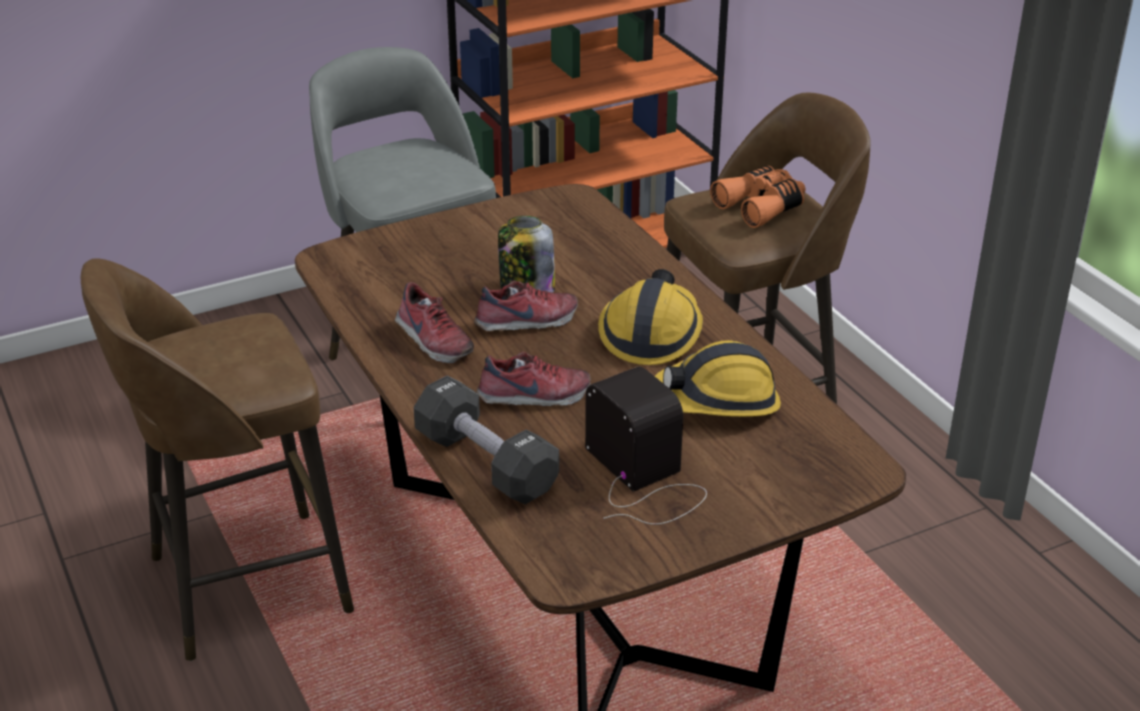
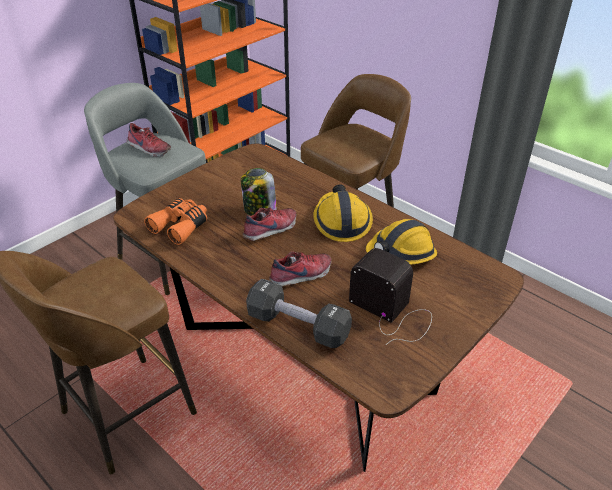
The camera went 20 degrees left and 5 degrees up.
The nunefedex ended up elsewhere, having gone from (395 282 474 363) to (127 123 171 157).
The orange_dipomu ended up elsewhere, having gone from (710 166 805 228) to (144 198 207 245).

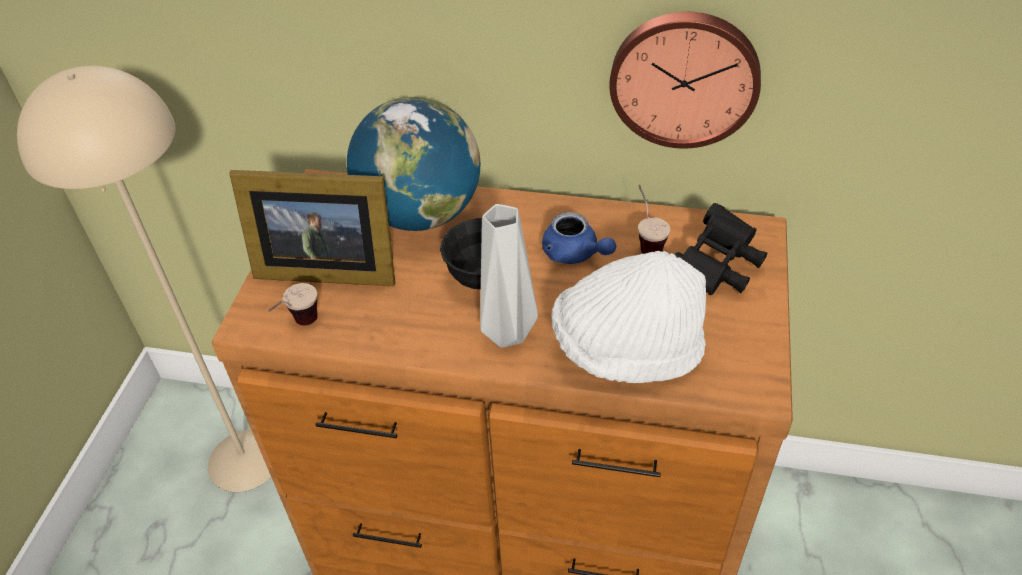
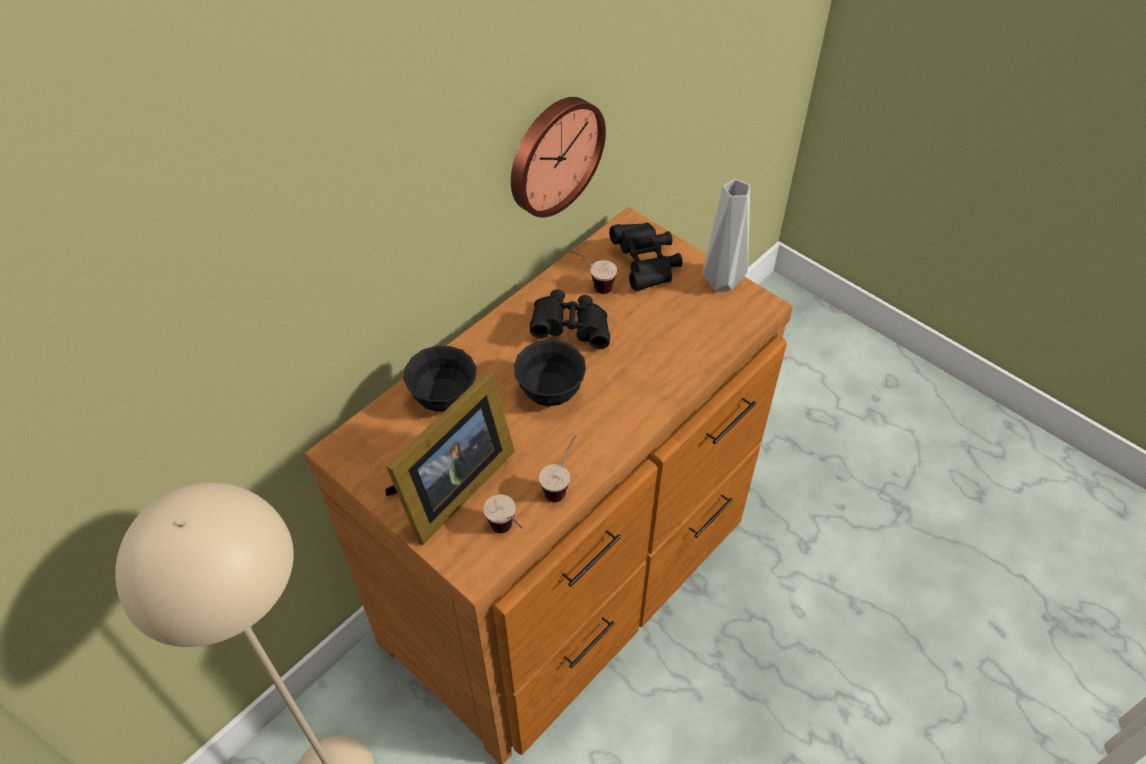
The camera went 60 degrees left and 5 degrees up.
Where the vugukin stood at (347 97 480 231), the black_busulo came to stand at (403 346 477 412).
The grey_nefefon ended up elsewhere, having gone from (480 204 538 348) to (703 179 750 291).
Where the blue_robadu stood at (542 212 616 264), the black_dipomu came to stand at (530 289 610 349).
The second view lost the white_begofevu at (552 251 706 383).
The second view gained the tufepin at (539 435 576 502).

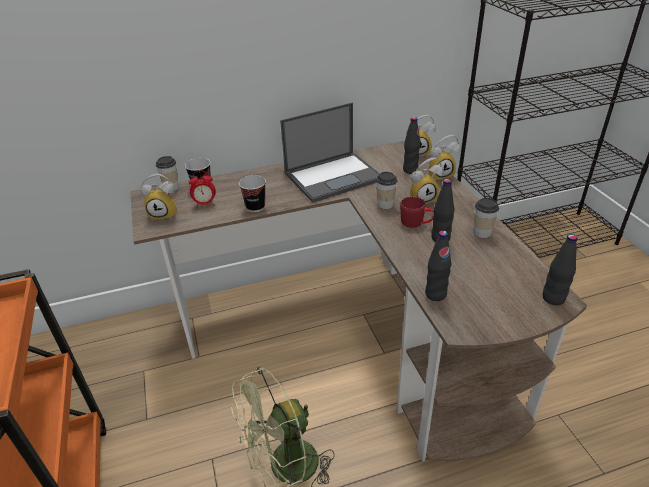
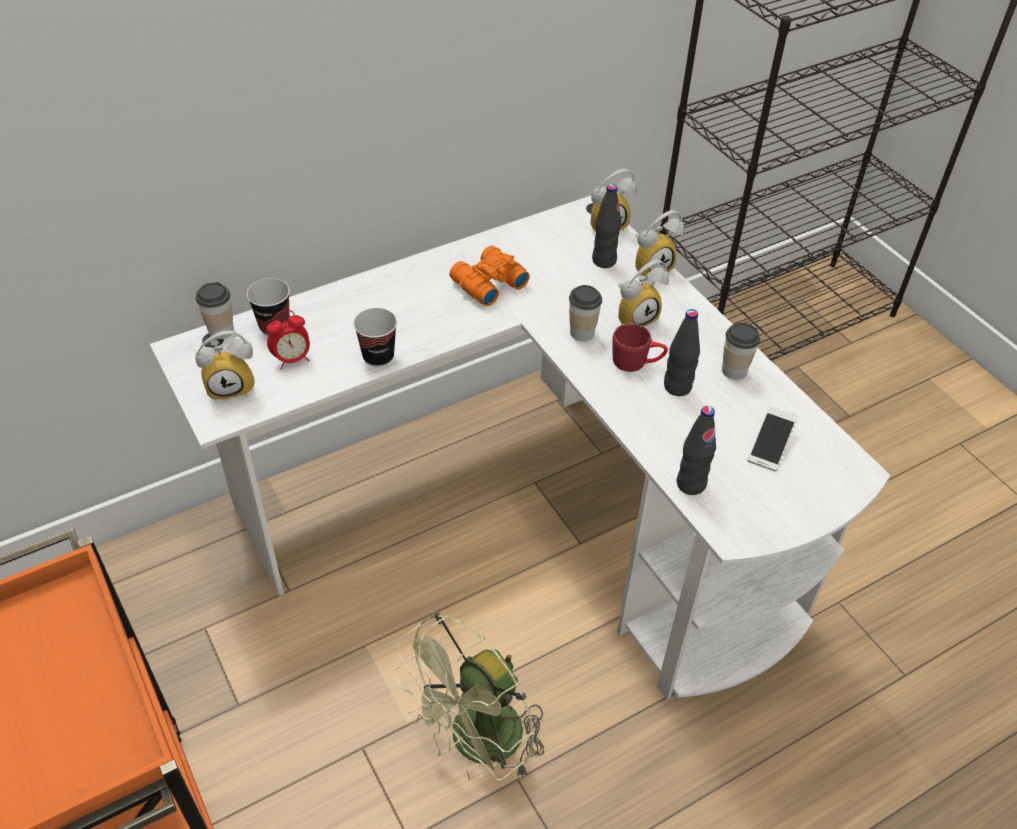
The camera went 15 degrees left and 10 degrees up.
What was the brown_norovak at (130 141 587 462) turned into the white_norovak at (150 196 890 700).
Where the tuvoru stood at (280 102 380 203), the orange_dipomu came to stand at (449 246 530 306).
The second view lost the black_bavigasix at (543 234 578 305).
The second view gained the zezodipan at (748 406 798 471).

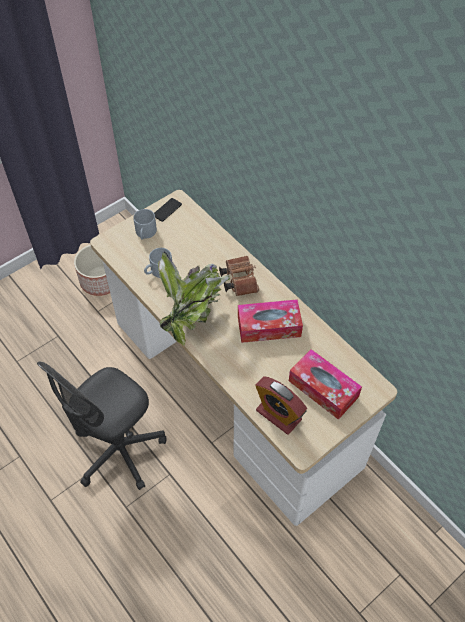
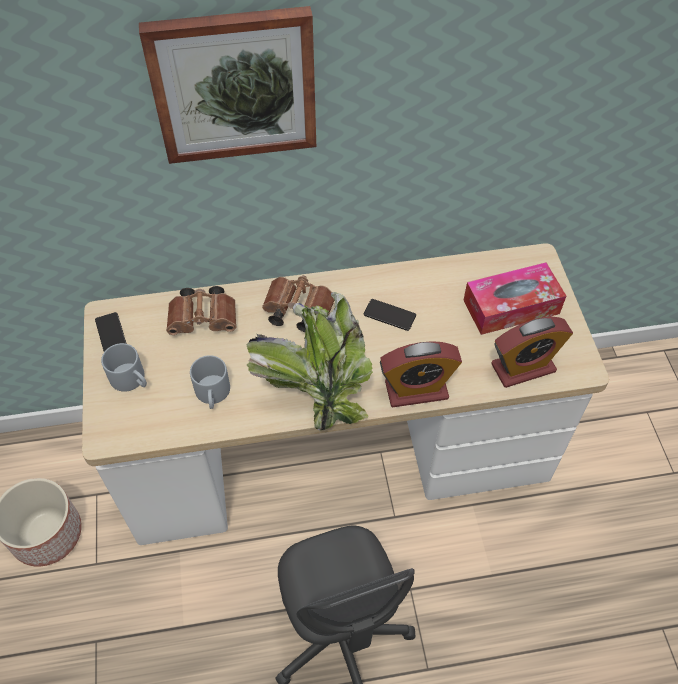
The camera went 60 degrees left and 0 degrees up.
Where the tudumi stood at (238 299 303 343), the zezodipan came to stand at (364 299 416 331).
The second view gained the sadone at (139 6 316 164).
The second view gained the brown_dipomu at (166 286 236 335).
The second view gained the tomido at (380 341 462 407).

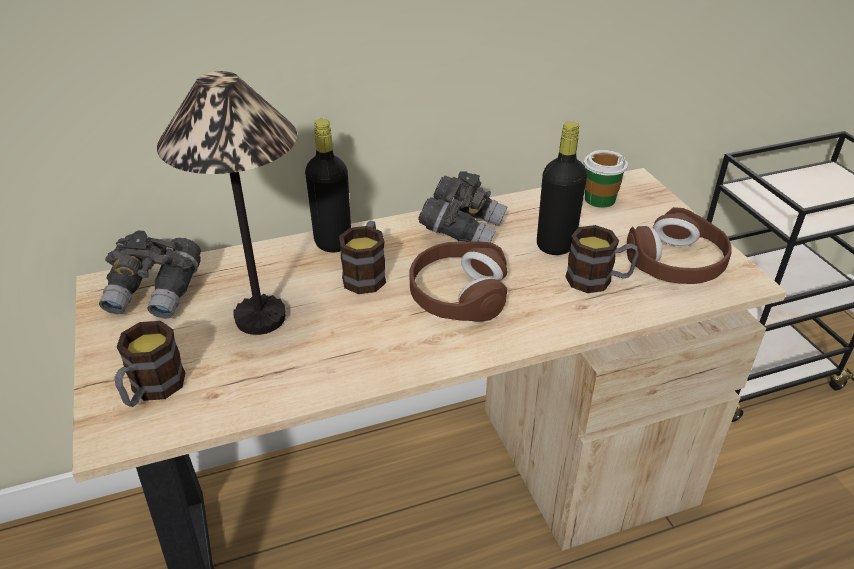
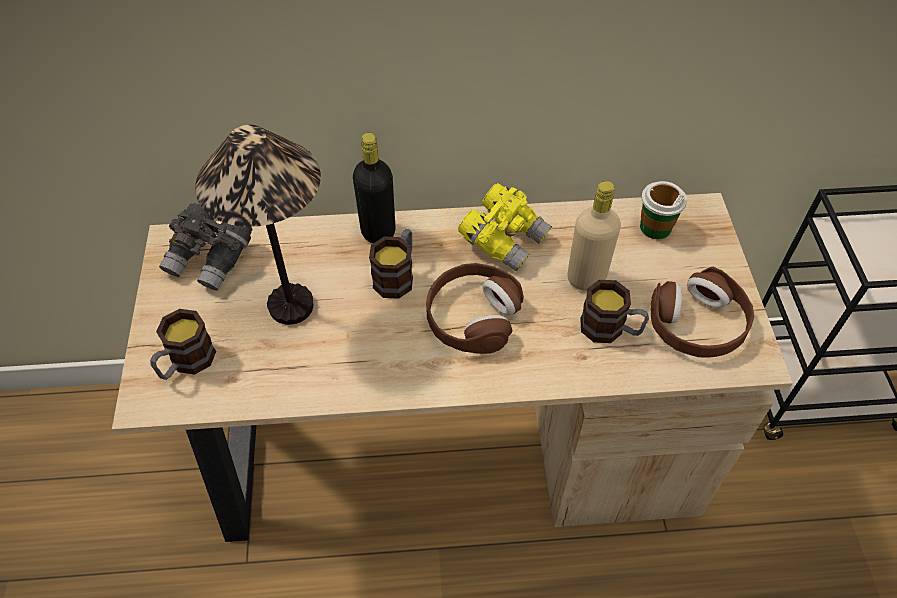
The camera went 15 degrees right and 15 degrees up.
What was the grey_dipomu at (418 171 507 242) turned into the yellow_dipomu at (458 183 552 271).
What was the black_bavigasix at (537 121 587 255) turned into the beige_bavigasix at (567 181 621 291).

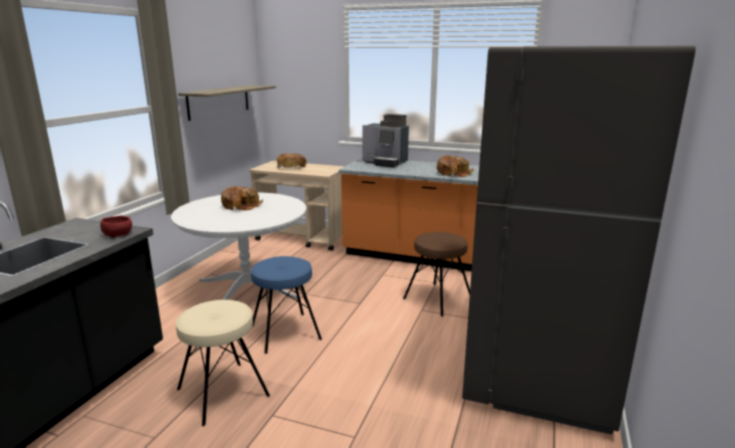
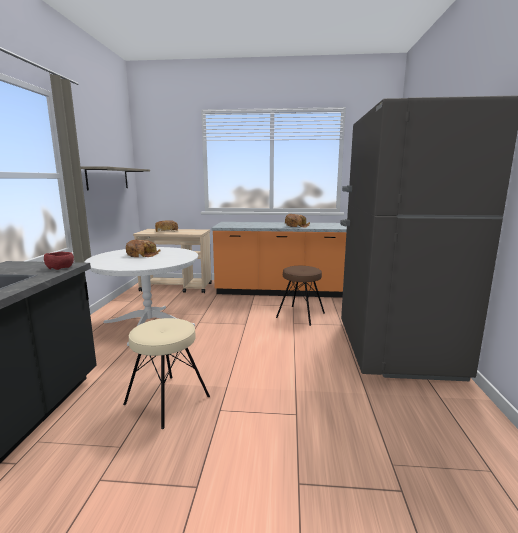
The camera went 15 degrees left and 5 degrees down.
The second view lost the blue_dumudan at (251 256 322 354).
The second view lost the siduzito at (362 114 409 168).

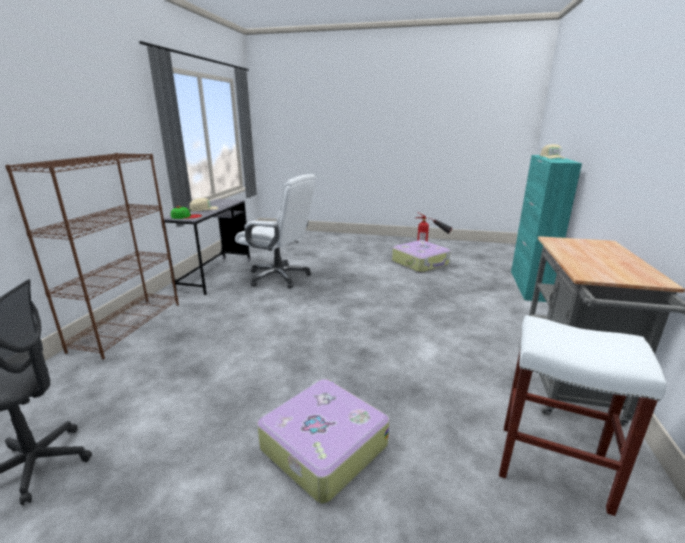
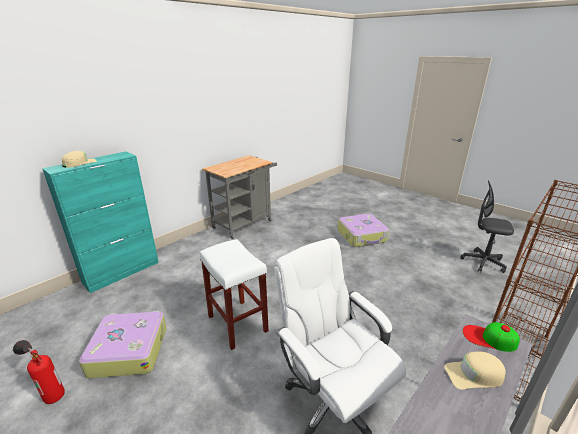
The camera went 150 degrees left and 5 degrees up.
The white_dumudan ended up elsewhere, having gone from (499 315 667 516) to (200 239 269 350).

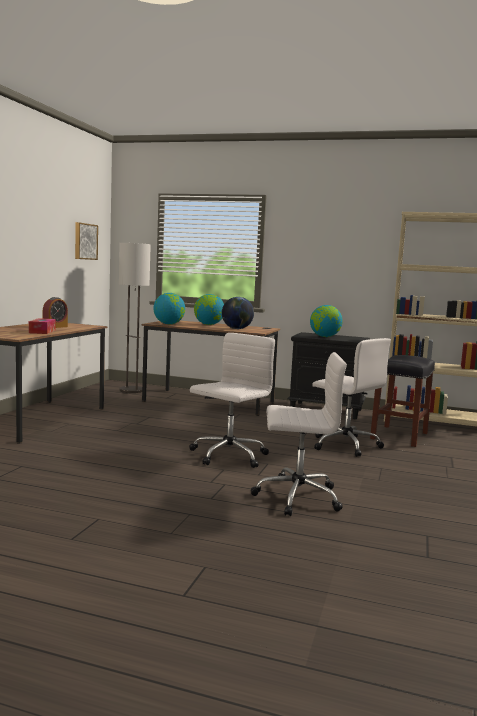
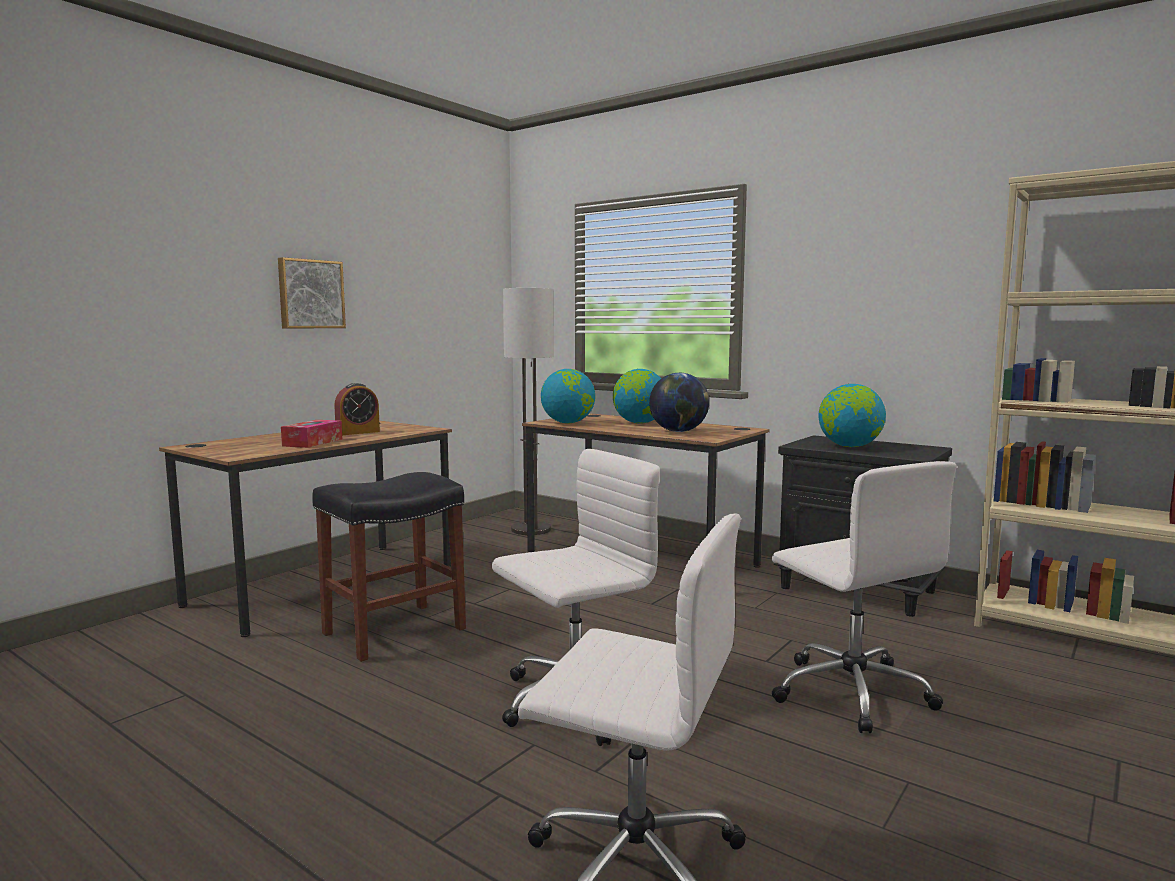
The camera went 20 degrees right and 0 degrees up.
The sadone ended up elsewhere, having gone from (75 222 98 260) to (278 257 346 329).
The black_dumudan ended up elsewhere, having gone from (370 355 435 447) to (312 472 466 662).

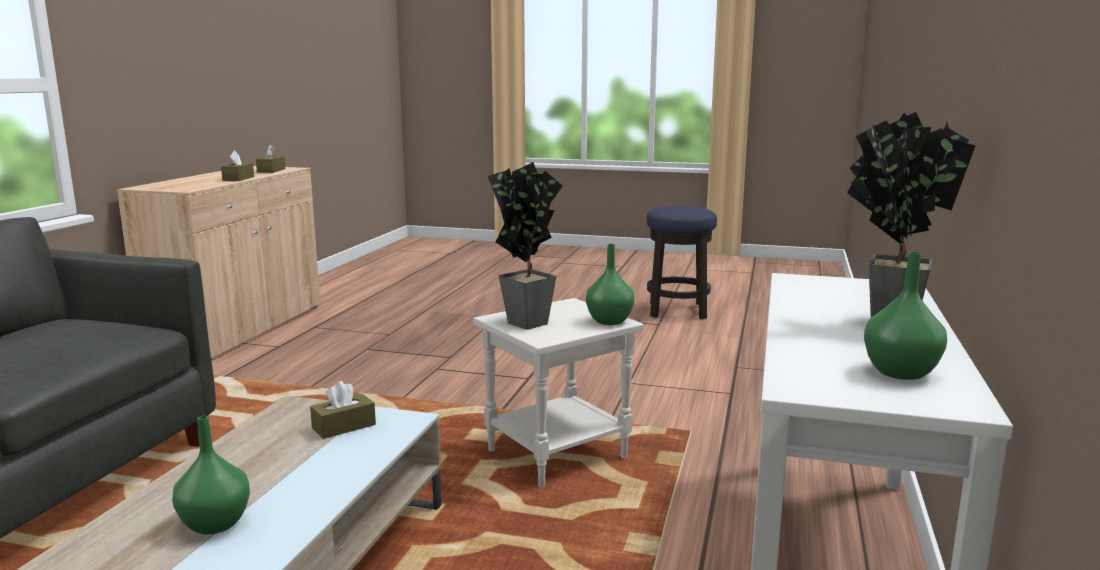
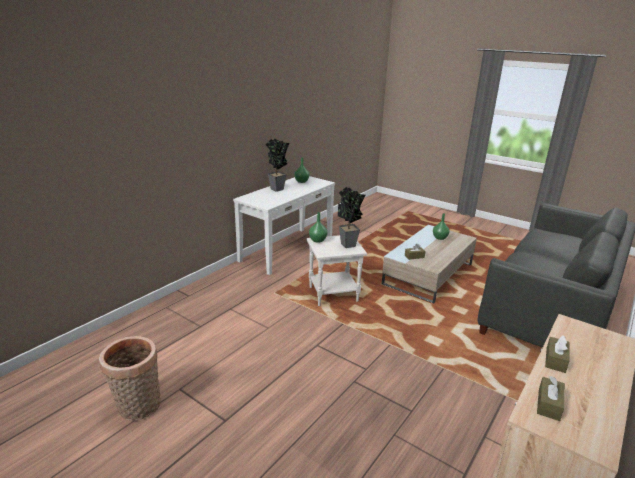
The camera went 160 degrees left and 10 degrees up.
Where the dumudan stood at (647 206 717 319), the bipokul came to stand at (99 336 161 421).

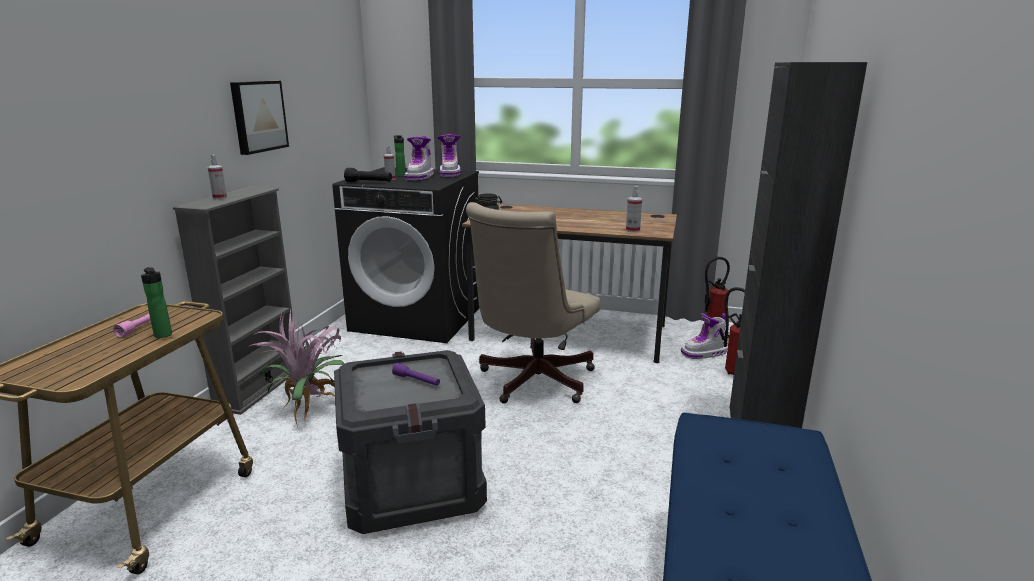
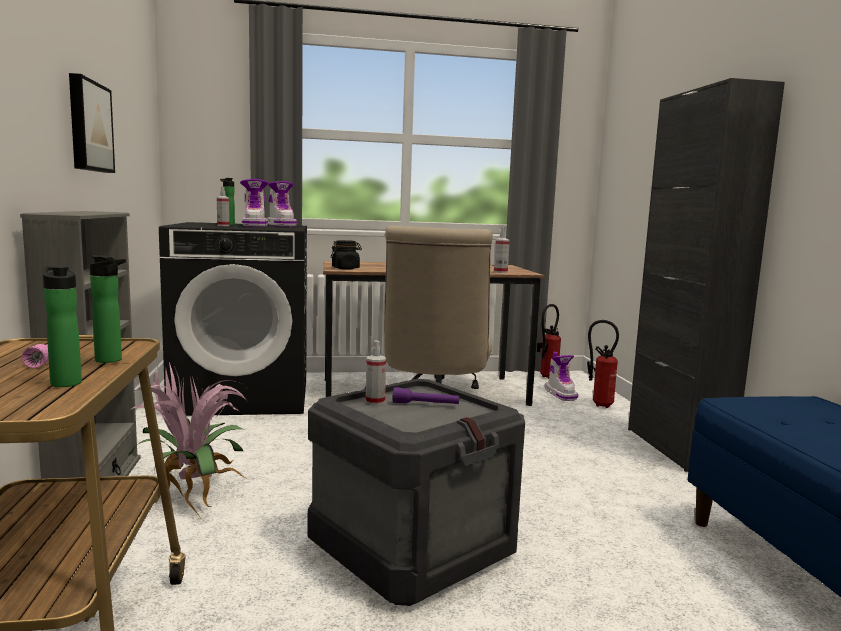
The camera went 25 degrees left and 10 degrees down.
The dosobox ended up elsewhere, having gone from (208 155 227 199) to (365 340 386 405).
The second view lost the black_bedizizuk at (344 168 392 182).
The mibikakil at (681 313 727 359) ended up facing another way, 60 degrees counterclockwise from before.
The second view gained the bavigasix at (43 266 82 387).

